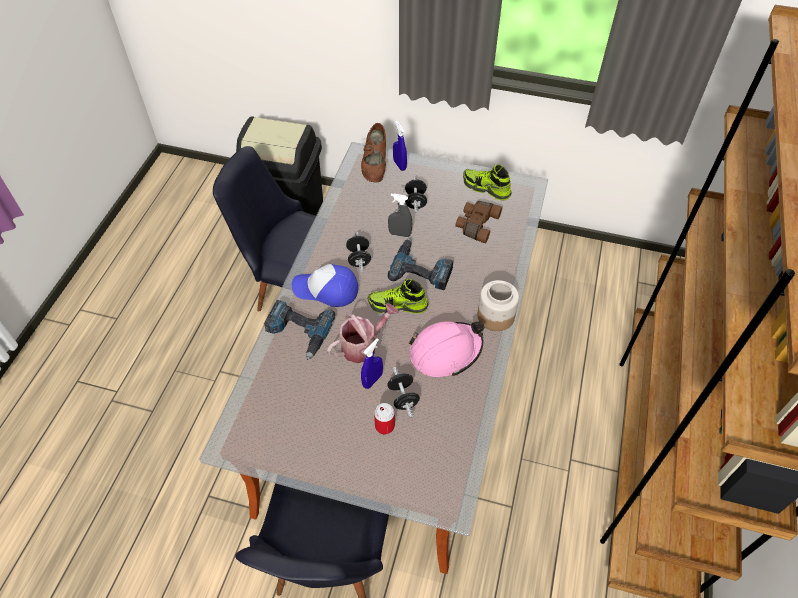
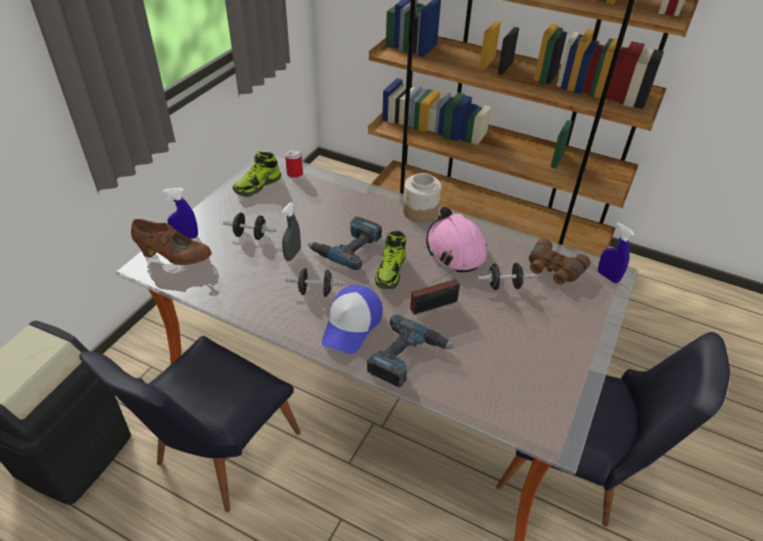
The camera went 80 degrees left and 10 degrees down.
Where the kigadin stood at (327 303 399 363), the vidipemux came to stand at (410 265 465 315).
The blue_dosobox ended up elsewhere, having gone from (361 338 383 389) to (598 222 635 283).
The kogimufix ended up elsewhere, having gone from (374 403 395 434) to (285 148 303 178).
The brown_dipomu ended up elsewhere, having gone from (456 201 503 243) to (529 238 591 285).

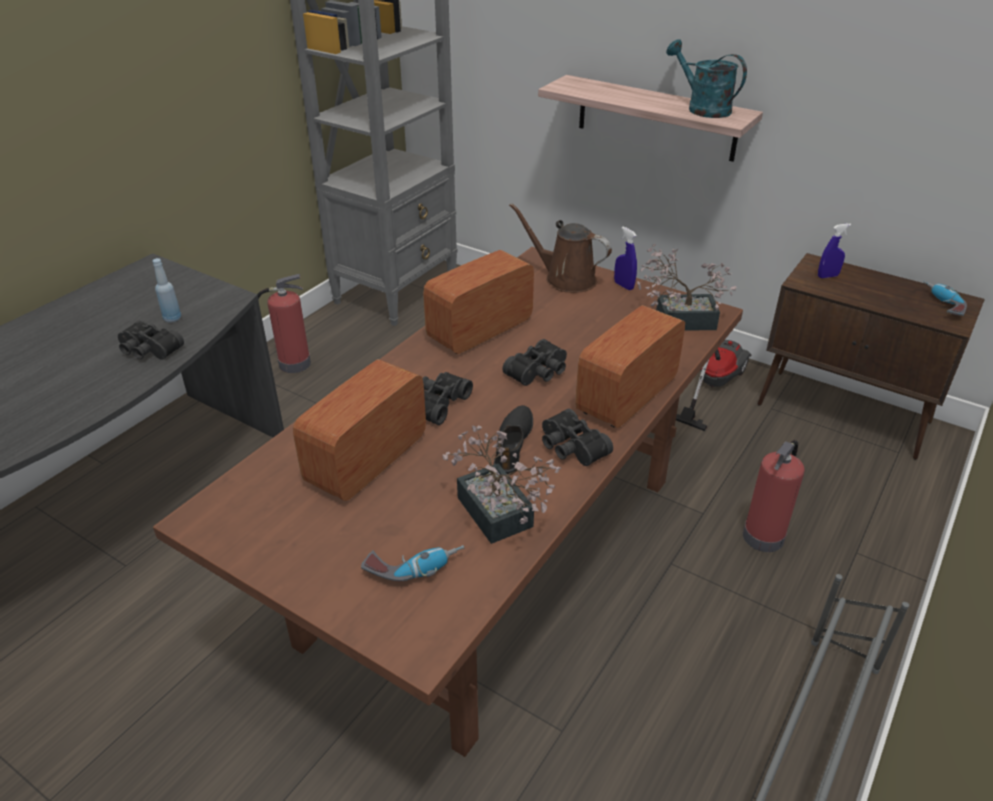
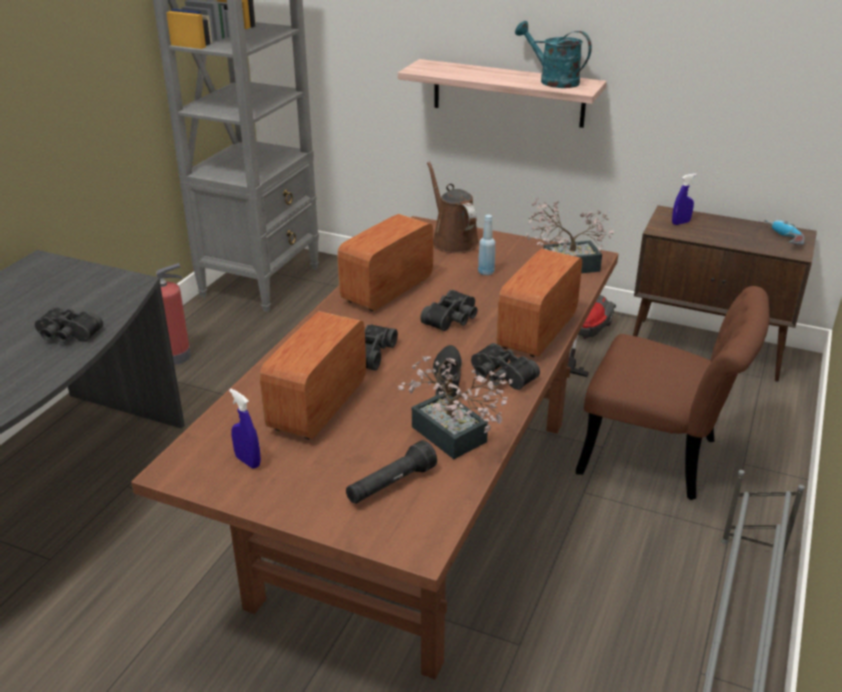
The camera went 10 degrees left and 5 degrees down.
The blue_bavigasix ended up elsewhere, having gone from (153 258 181 323) to (478 215 495 275).
Where the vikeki stood at (361 545 464 581), the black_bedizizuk came to stand at (346 440 437 504).
The brown_kigadin at (509 203 612 293) ended up facing another way, 45 degrees clockwise from before.
The blue_dosobox ended up elsewhere, having gone from (614 227 637 290) to (229 389 261 469).
Where the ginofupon stood at (743 440 805 552), the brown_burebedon came to stand at (576 286 770 500).

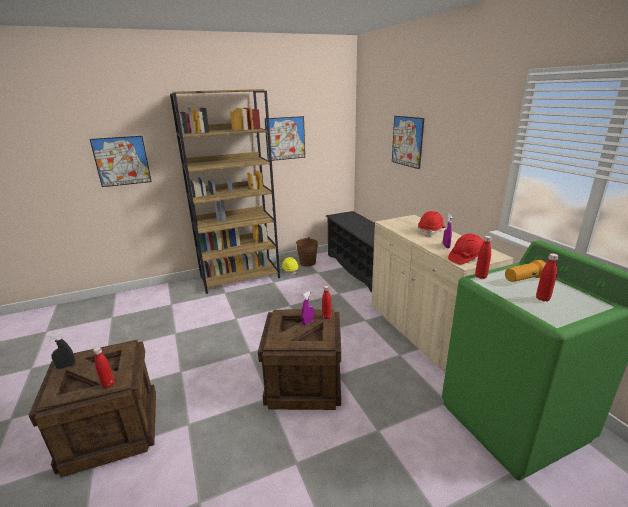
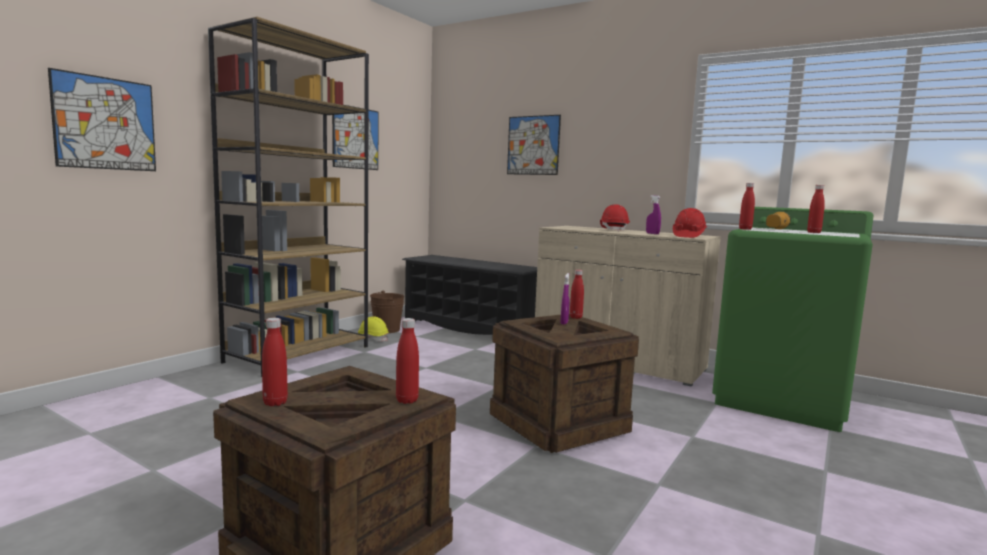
The camera went 35 degrees left and 15 degrees down.
Where the black_dosobox stood at (46 332 75 369), the red_bavigasix came to stand at (262 318 288 406).

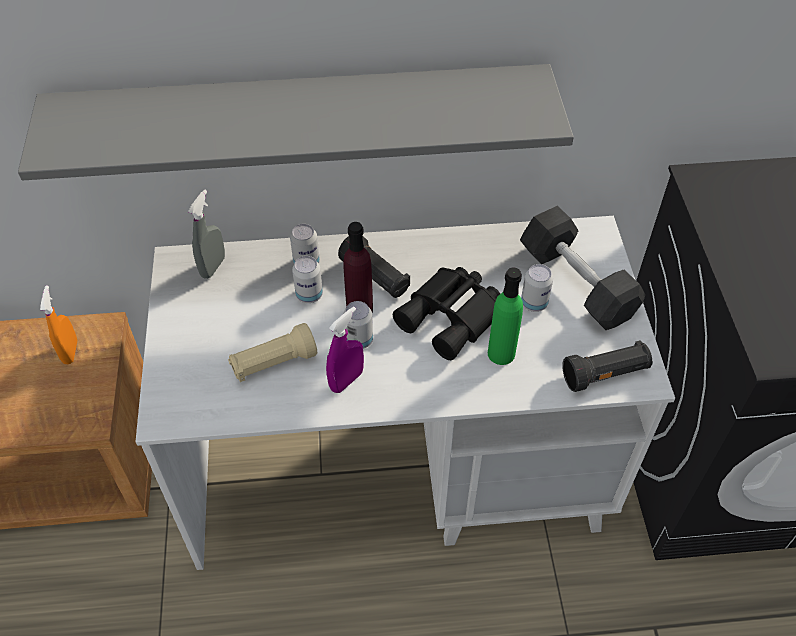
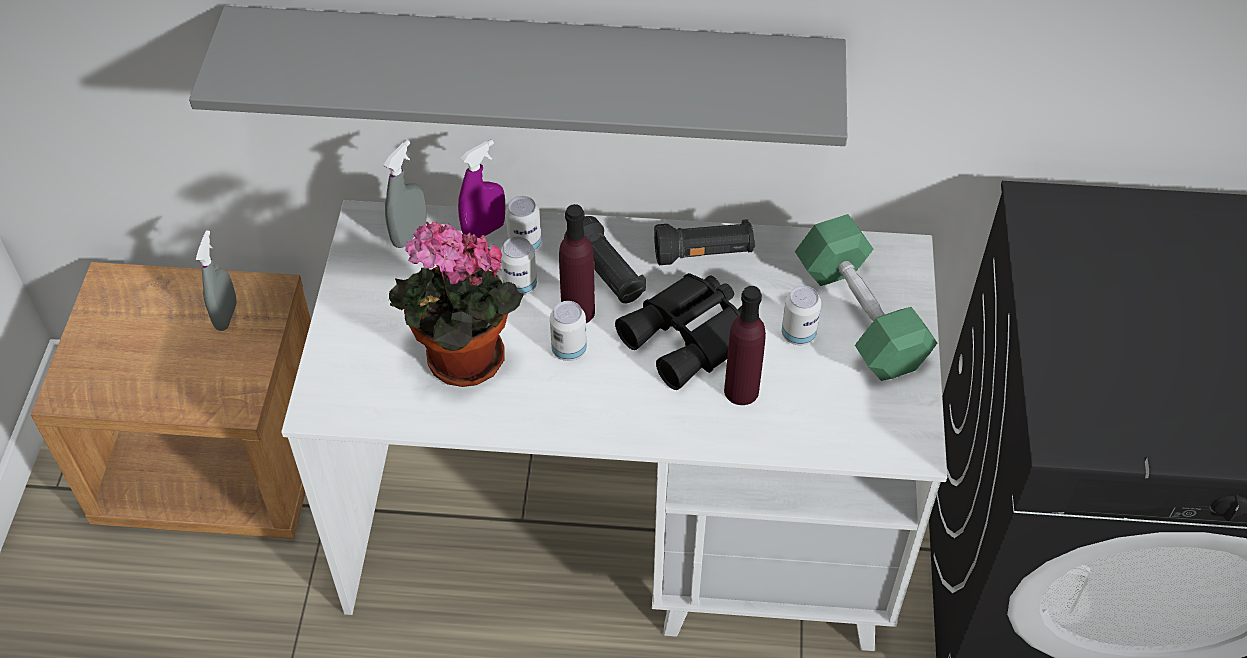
The camera went 10 degrees right and 0 degrees up.
What was the orange_dosobox at (40 286 77 364) turned into the grey_dosobox at (196 230 237 331).
Where the beige_bedizizuk stood at (228 323 317 382), the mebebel came to stand at (389 222 524 387).
The purple_dosobox ended up elsewhere, having gone from (326 307 364 393) to (458 139 505 238).
What was the green_bavigasix at (488 267 523 365) turned into the purple_bavigasix at (724 286 766 405).
What was the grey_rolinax at (520 206 646 330) turned into the green_rolinax at (795 214 937 381).
The black_bedizizuk ended up elsewhere, having gone from (562 340 653 392) to (654 219 755 265).

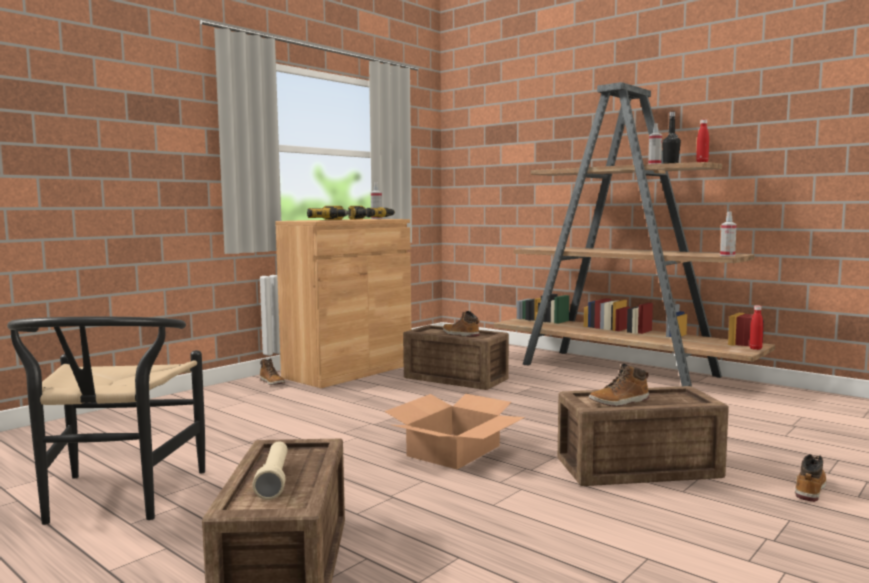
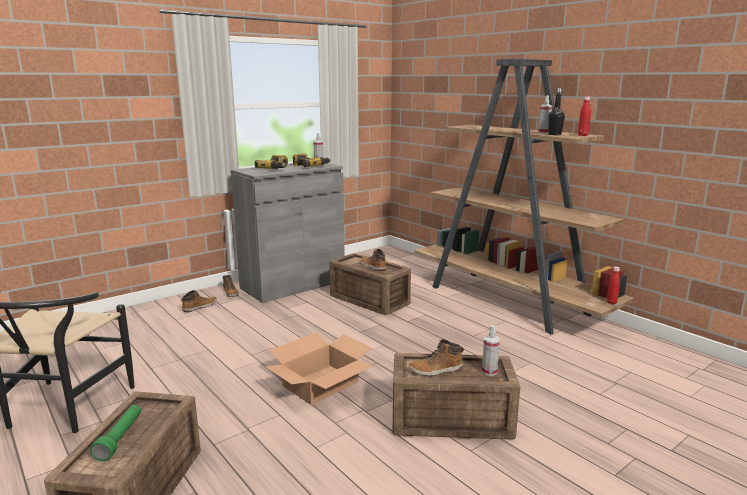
The camera went 10 degrees right and 10 degrees up.
What was the beige_bedizizuk at (252 441 288 500) turned into the green_bedizizuk at (90 405 141 461).
What was the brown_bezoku at (275 219 411 388) turned into the grey_bezoku at (231 163 345 303).
The dosobox ended up elsewhere, having gone from (720 212 737 256) to (482 325 500 376).
The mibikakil ended up elsewhere, having gone from (795 454 827 502) to (181 290 217 312).

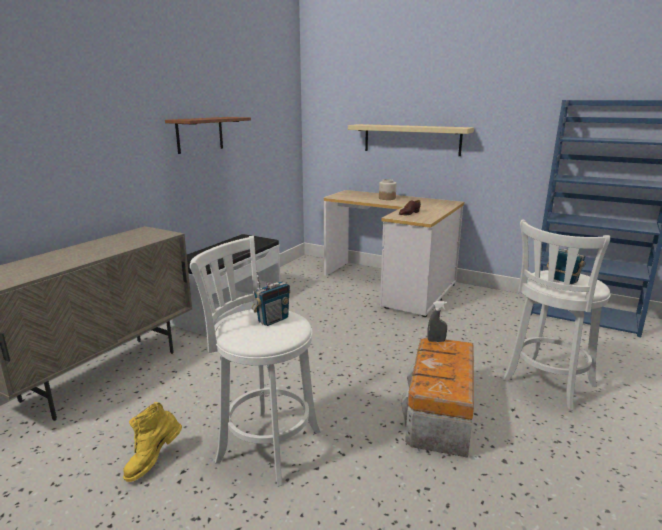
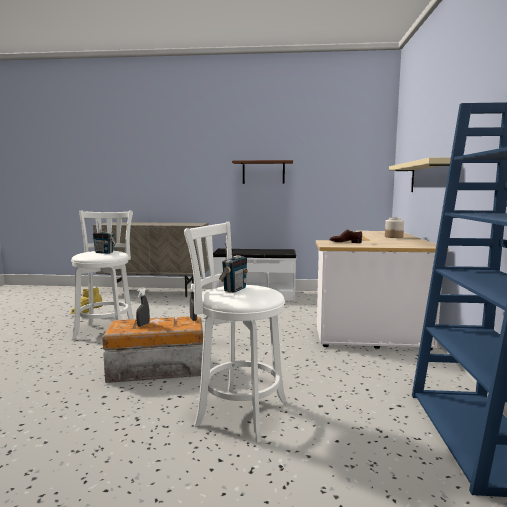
The camera went 65 degrees right and 10 degrees down.
The second view gained the grey_dosobox at (136 288 150 327).

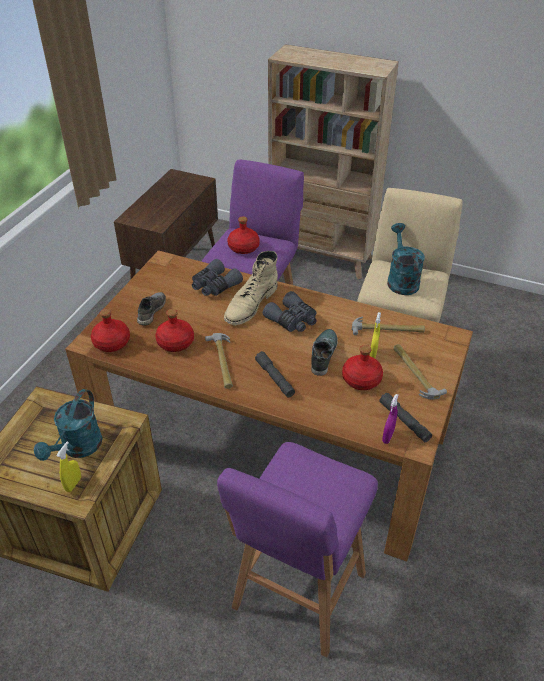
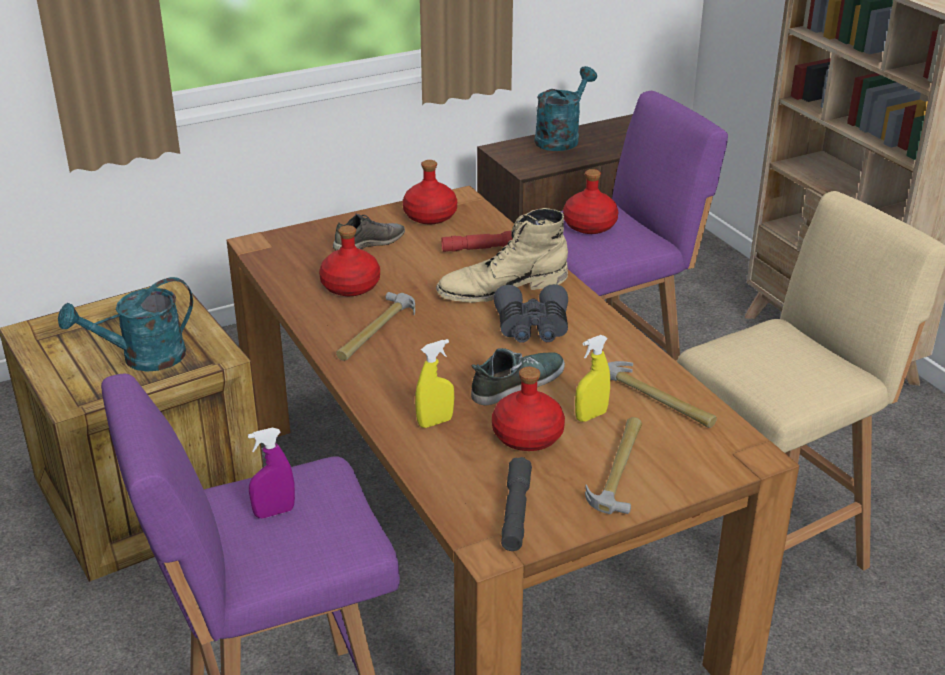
The camera went 40 degrees right and 10 degrees down.
The yellow_dosobox ended up elsewhere, having gone from (57 441 81 492) to (415 339 454 428).
The red_bavigasix ended up elsewhere, having gone from (91 309 130 352) to (403 160 457 224).
Where the grey_dipomu stood at (192 259 243 296), the red_bedizizuk came to stand at (441 230 516 252).
The second view lost the grey_bedizizuk at (255 351 295 398).
The purple_dosobox ended up elsewhere, having gone from (382 394 398 444) to (248 428 295 519).
The turquoise_kigadin ended up elsewhere, having gone from (387 223 425 295) to (534 66 597 151).

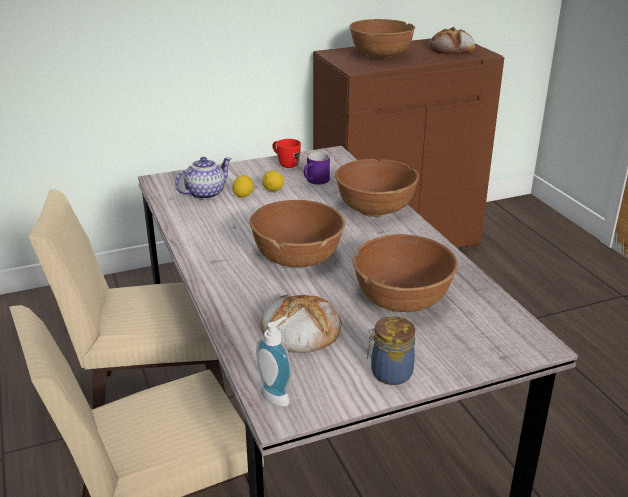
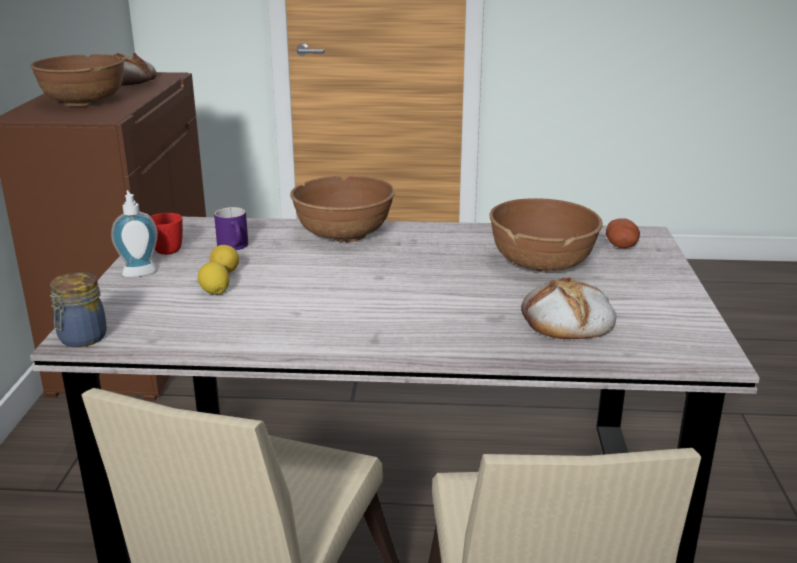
The camera went 65 degrees left and 5 degrees down.
The second view lost the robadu at (175 157 232 200).
The second view lost the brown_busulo at (249 200 345 268).
The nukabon ended up elsewhere, having gone from (256 316 292 407) to (111 190 158 277).
The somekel ended up elsewhere, having gone from (367 316 415 385) to (50 272 107 347).
The second view gained the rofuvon at (606 219 640 248).

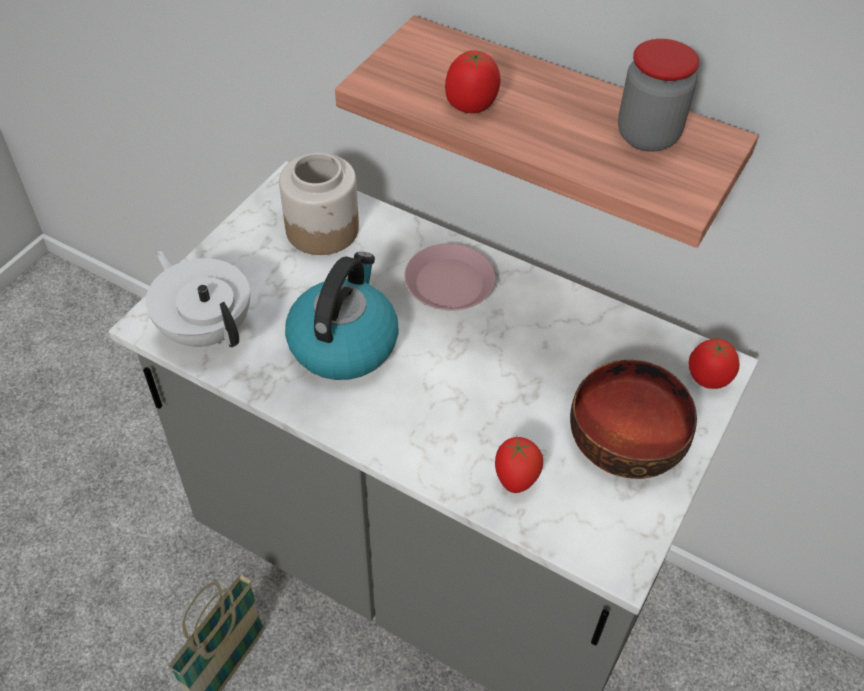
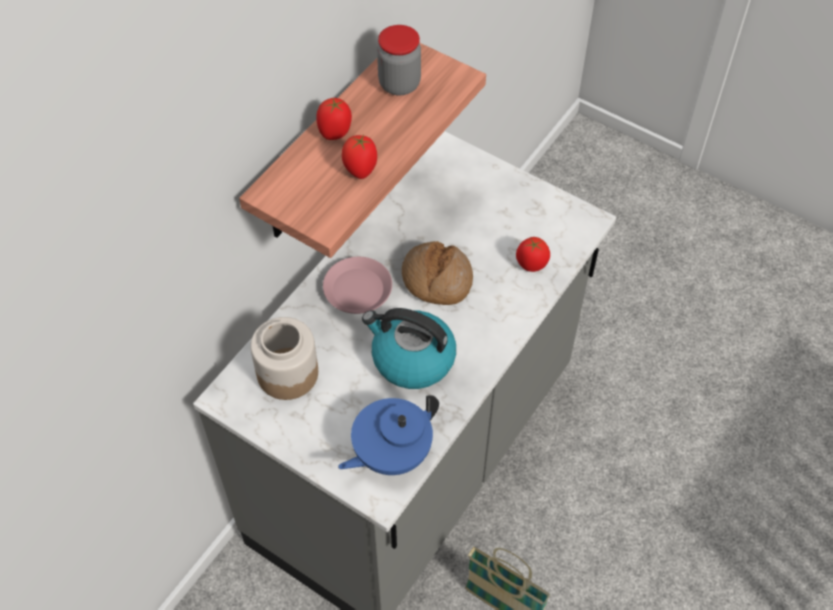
The camera went 85 degrees left and 5 degrees up.
What was the white_robadu at (146 250 250 347) turned into the blue_robadu at (338 395 439 475).
The second view lost the busulo at (570 360 697 479).
The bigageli ended up elsewhere, having gone from (688 339 740 389) to (316 98 352 140).
The second view gained the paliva at (402 241 473 305).

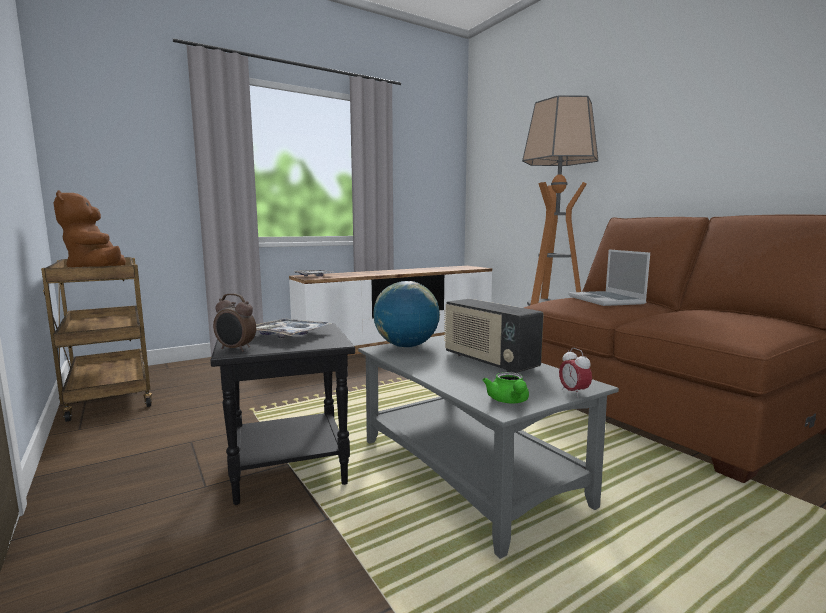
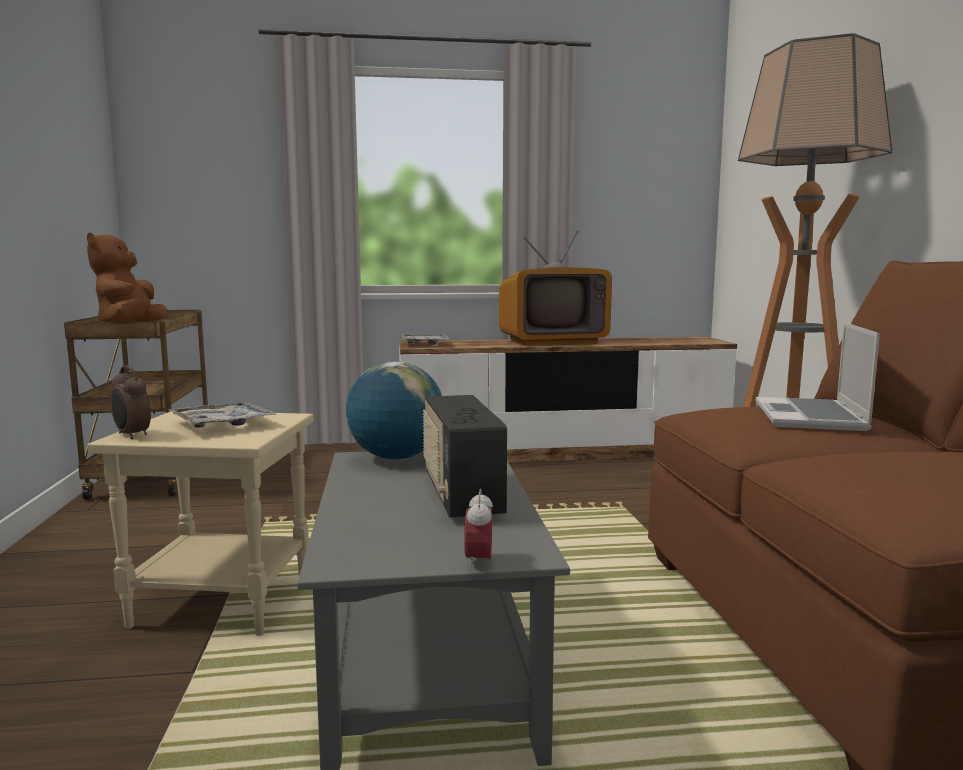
The camera went 25 degrees right and 0 degrees up.
What was the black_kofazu at (210 323 355 505) turned into the beige_kofazu at (87 411 314 636).
The second view lost the green_robadu at (482 372 529 403).
The second view gained the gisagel at (499 230 612 346).

